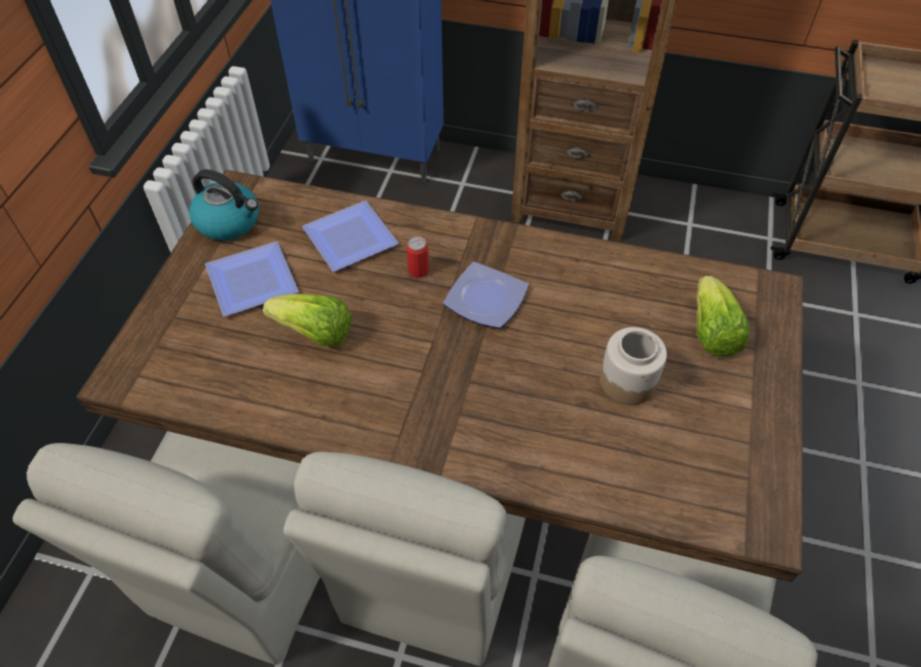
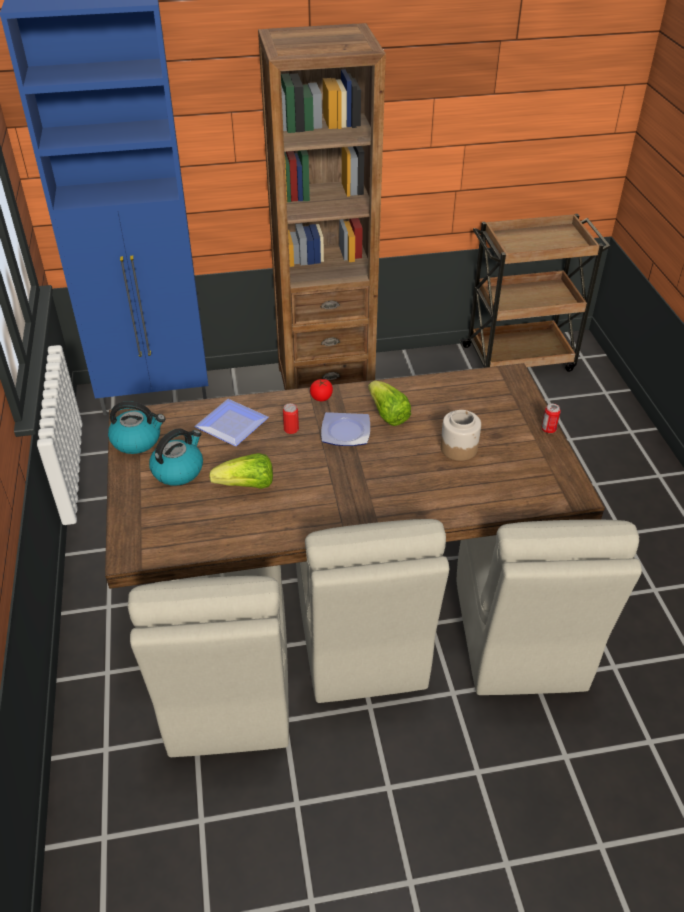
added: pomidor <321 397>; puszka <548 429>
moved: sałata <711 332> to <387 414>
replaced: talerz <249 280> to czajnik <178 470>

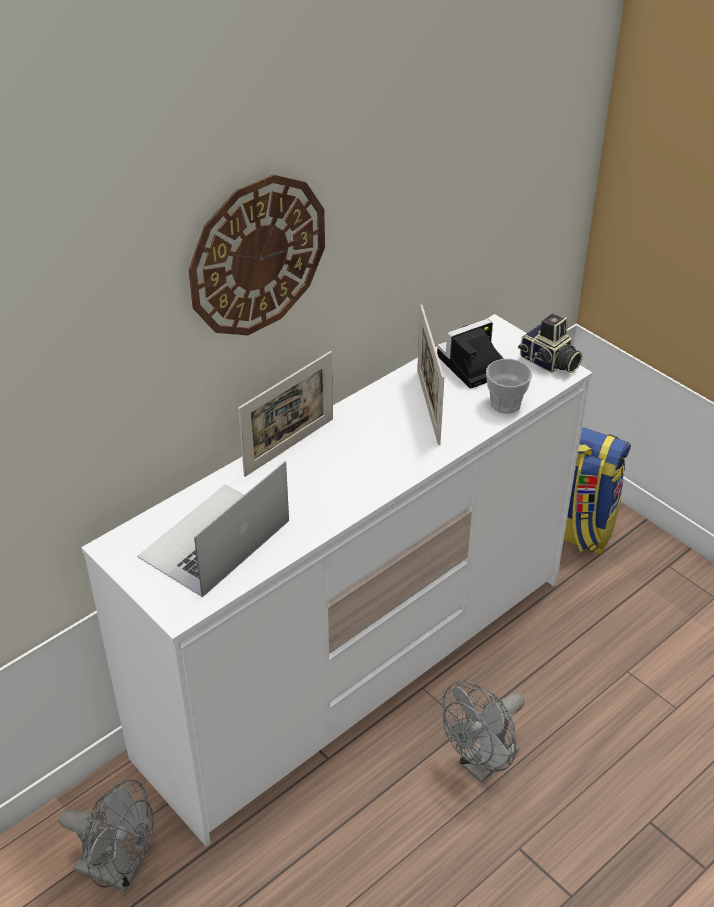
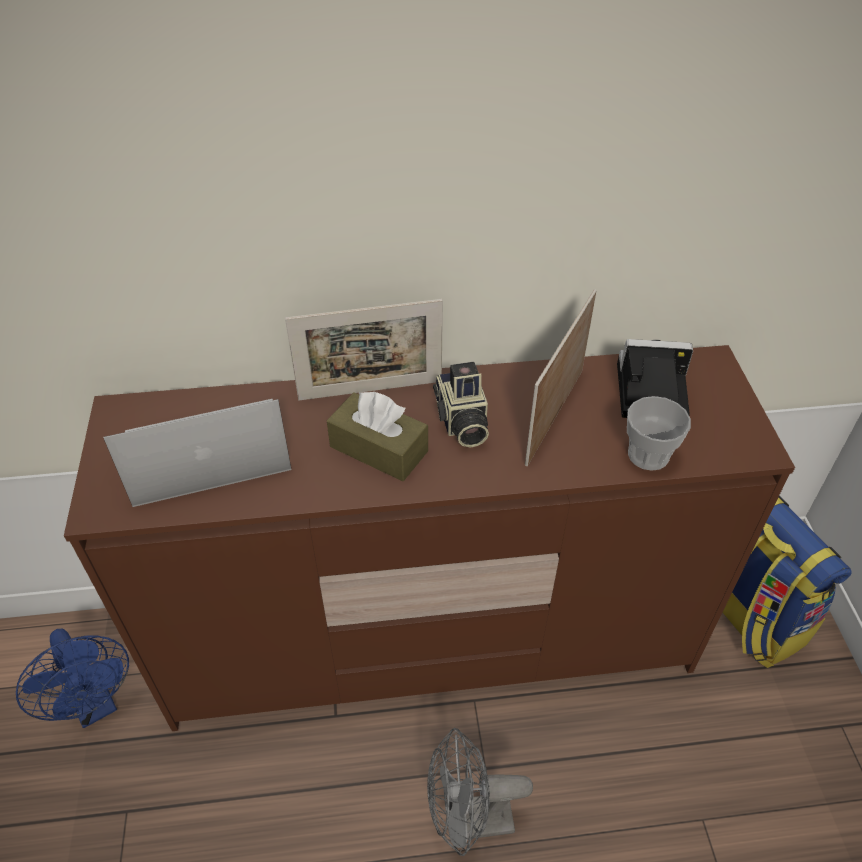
removed: zegar ścienny <257 256>
added: pudełko chusteczek/brązowy <378 449>
moved: aparat fotograficzny <549 363> to <461 422>
recoloured: wentylator/szary <118 870> to wentylator/niebieski <96 705>; komoda/biały <358 666> to komoda/brązowy <432 641>

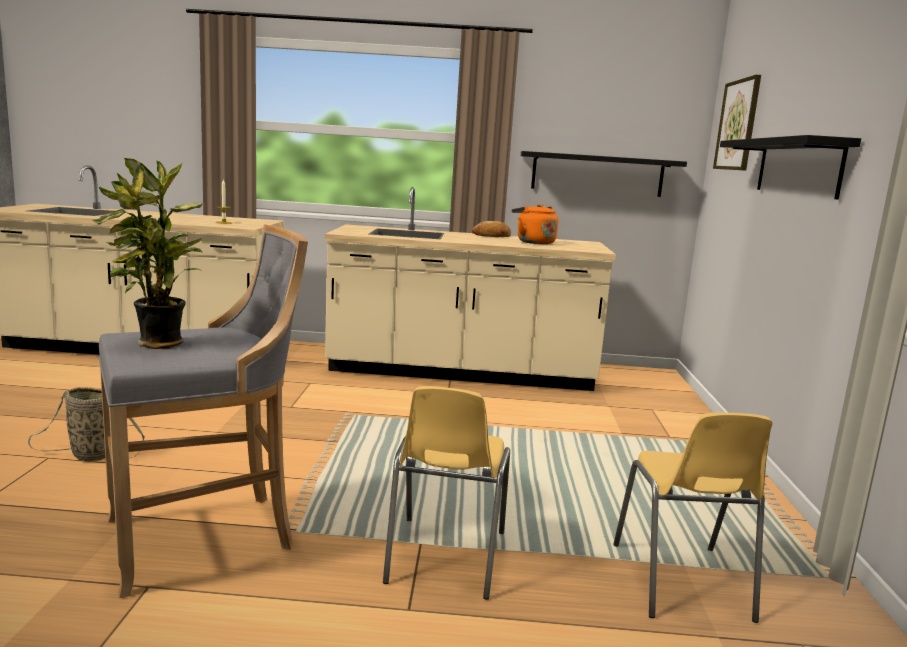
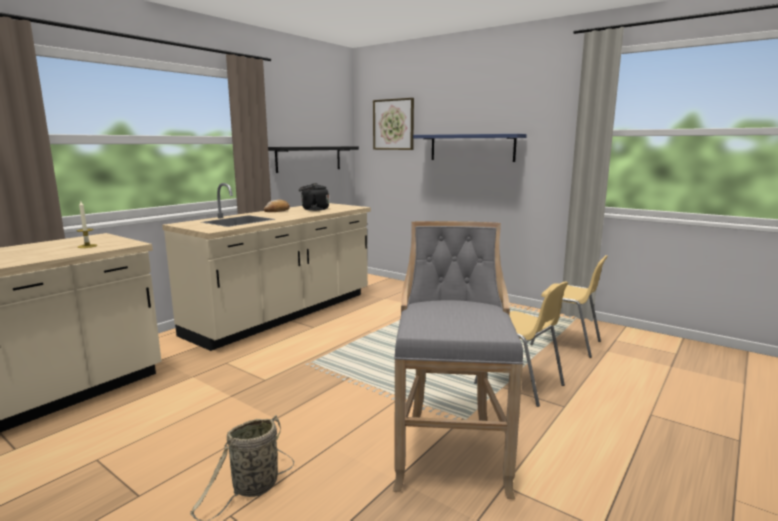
removed: roślina doniczkowa <158 344>
recoloured: czajnik/pomarańczowy <533 242> to czajnik/czarny <313 209>; półka/czarny <798 167> to półka/niebieski <471 147>

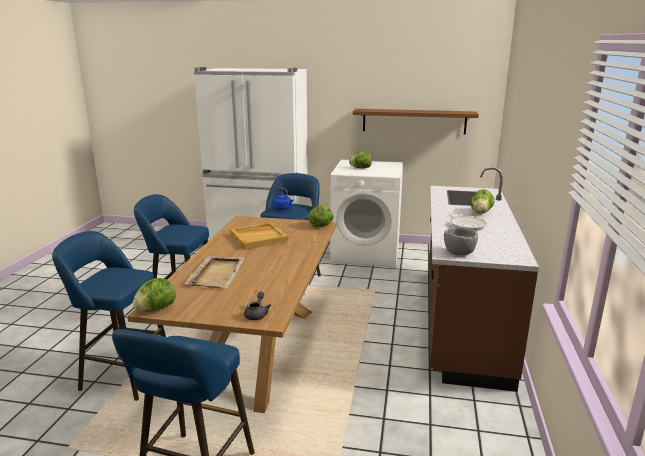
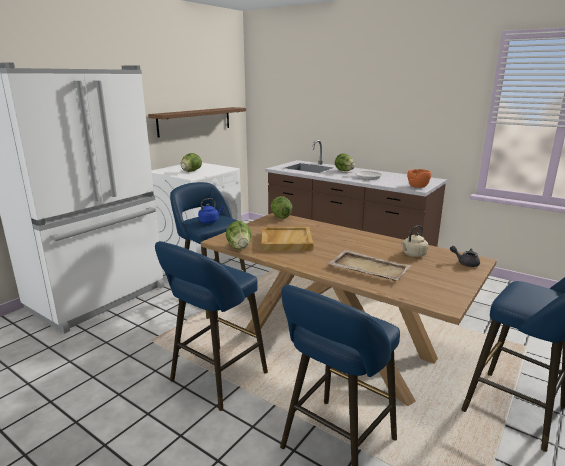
added: czajnik/beżowy <413 254>
moved: sałata <156 309> to <239 247>
recoloured: miska/szary <460 252> to miska/pomarańczowy <418 186>

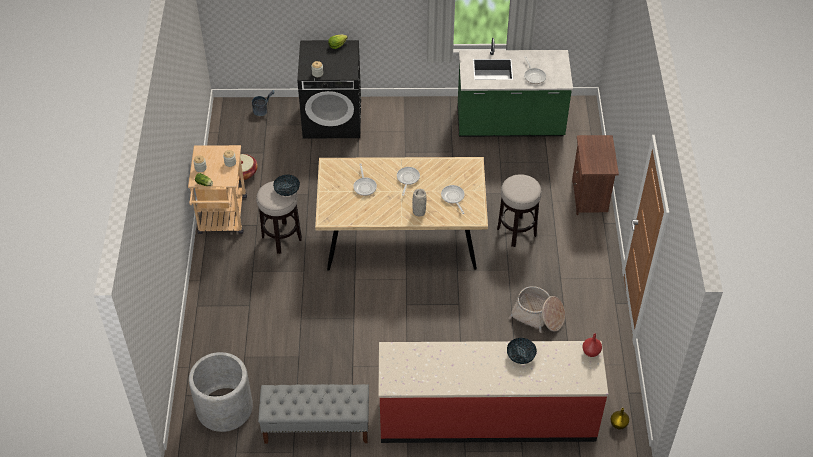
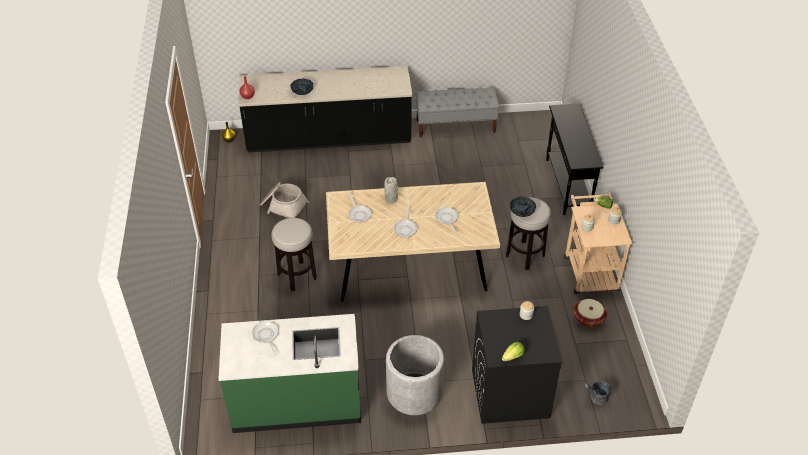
removed: szafka nocna/brązowy <590 197>
added: stolik konsolowy/czarny <567 186>
moved: donica/szary <225 408> to <414 392>
recoloured: zabudowa kuchenna/czerwony <487 416> to zabudowa kuchenna/czarny <329 139>

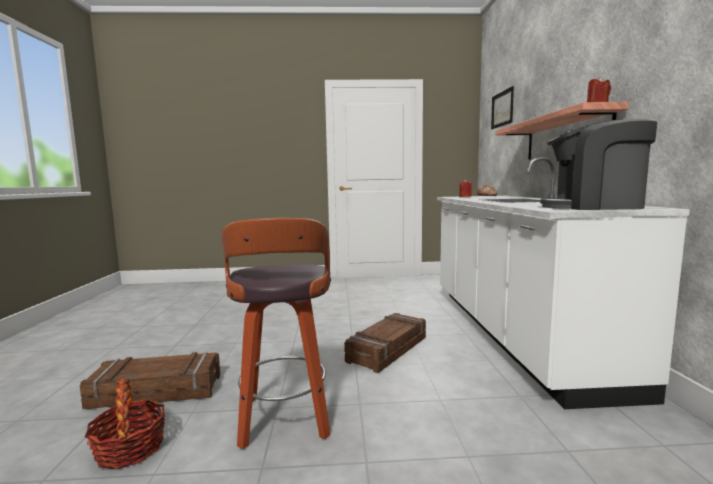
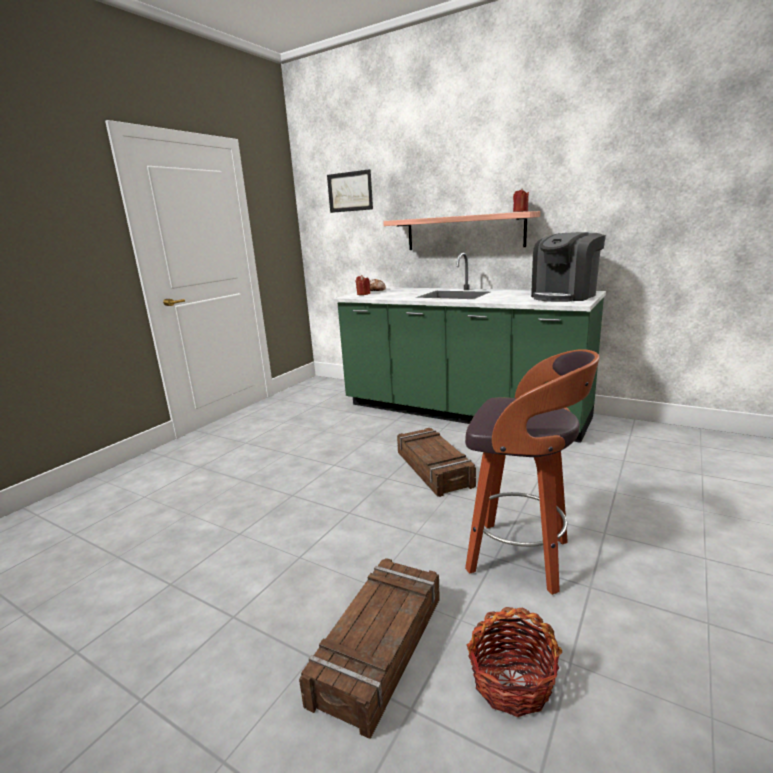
recoloured: zabudowa kuchenna/biały <513 332> to zabudowa kuchenna/zielony <461 412>

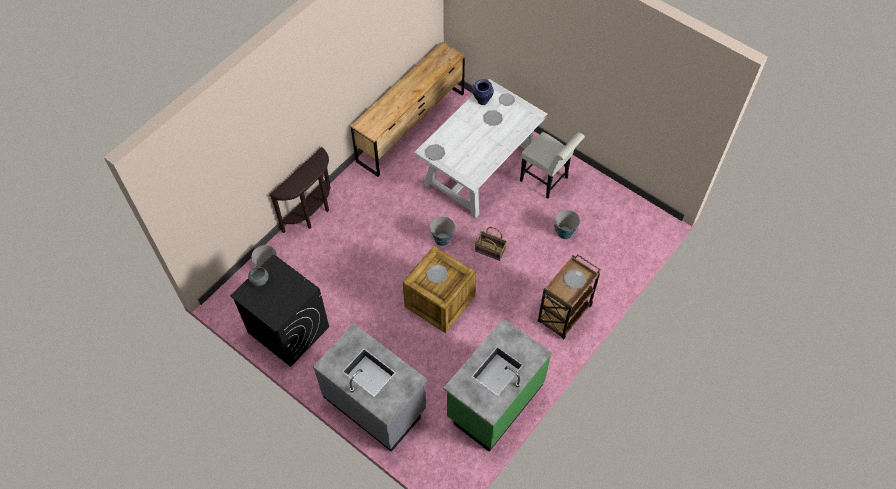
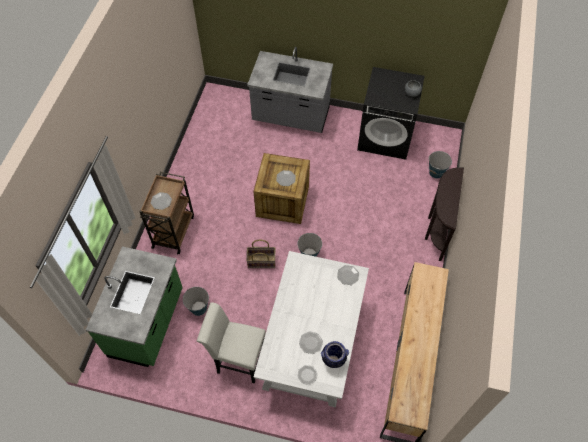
moved: zabudowa kuchenna/zielony <494 400> to <147 323>

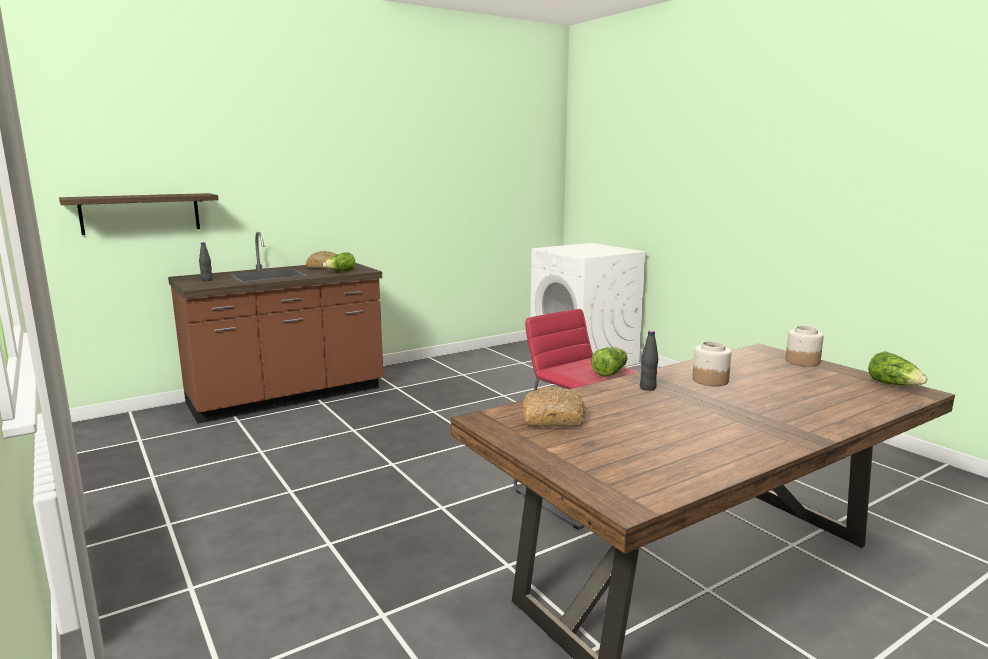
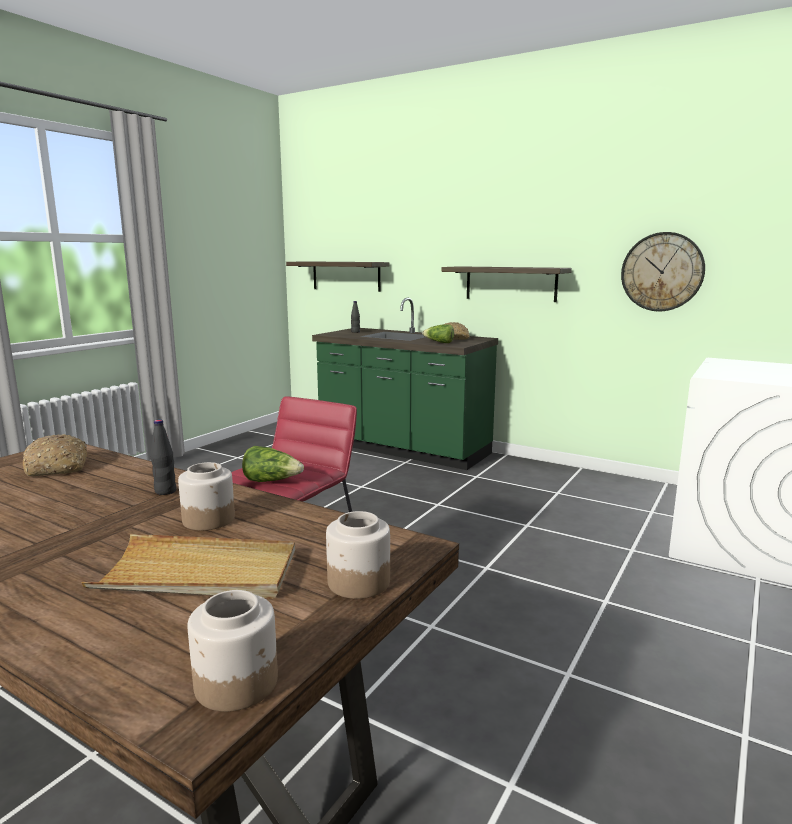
added: taca/beżowy <199 574>; półka <510 283>; zegar ścienny <662 272>
replaced: sałata <894 385> to słoik <237 683>
recoloured: zabudowa kuchenna/brązowy <287 397> to zabudowa kuchenna/zielony <403 449>

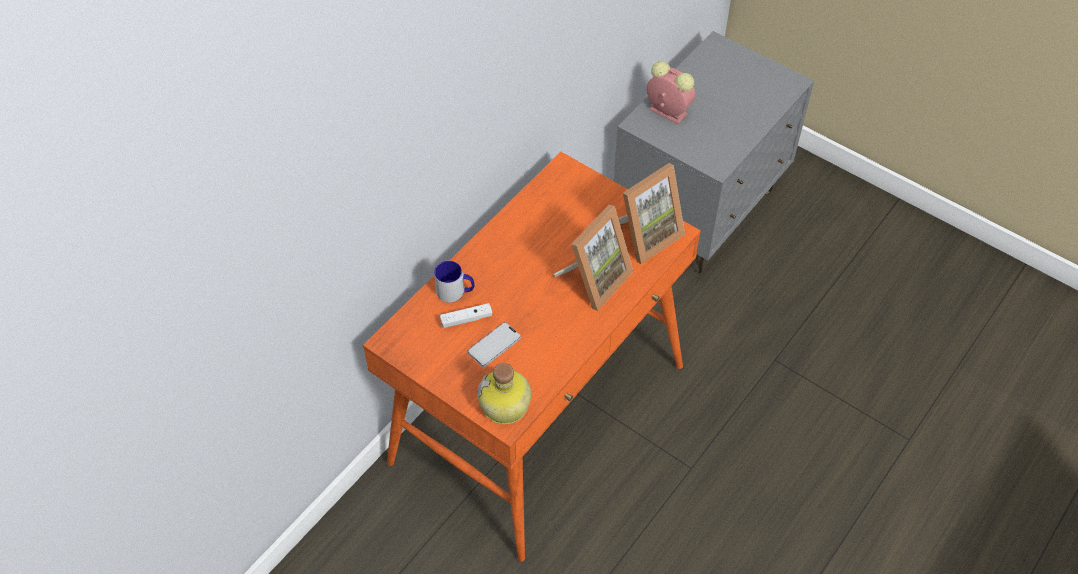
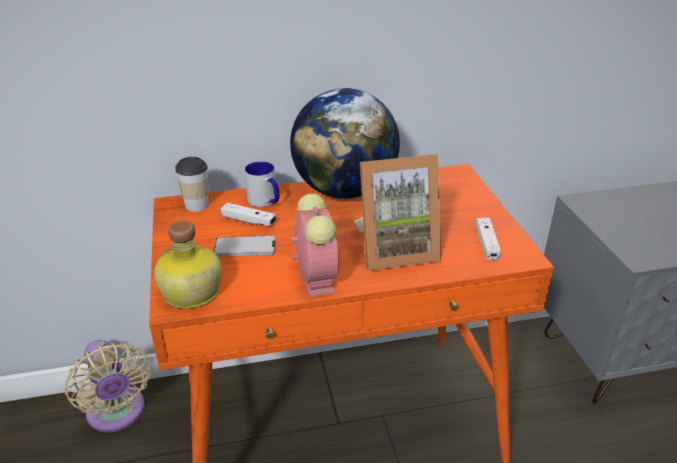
added: wentylator/beżowy <117 414>; filiżanka <197 205>; globus <345 191>
moved: budzik <666 111> to <315 277>
replaced: ramka na zdjęcie <645 235> to pad do gier/biały <487 243>

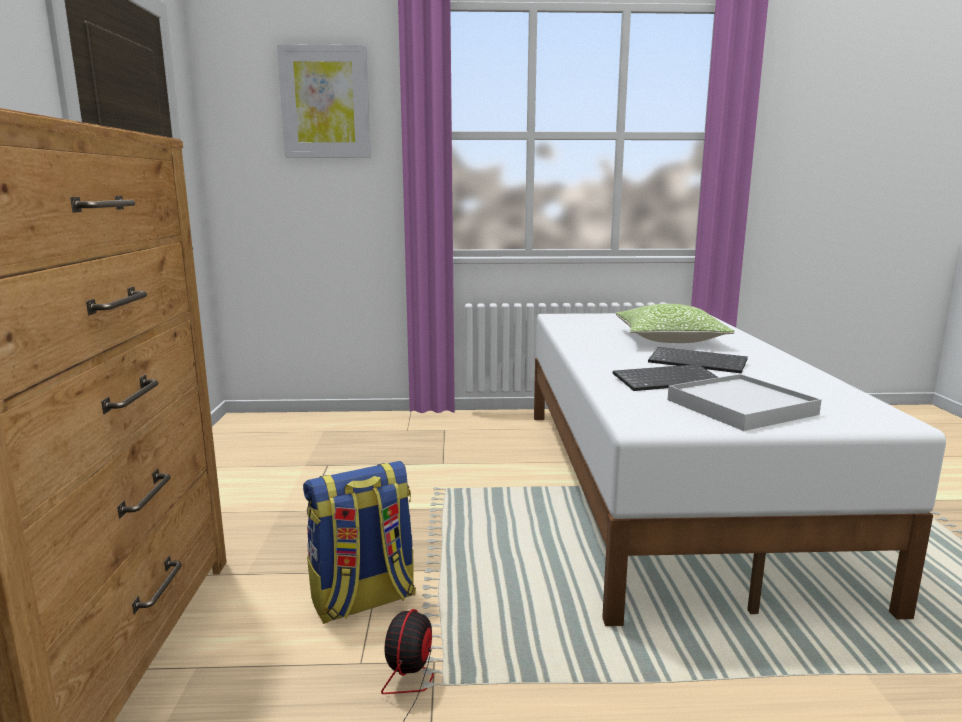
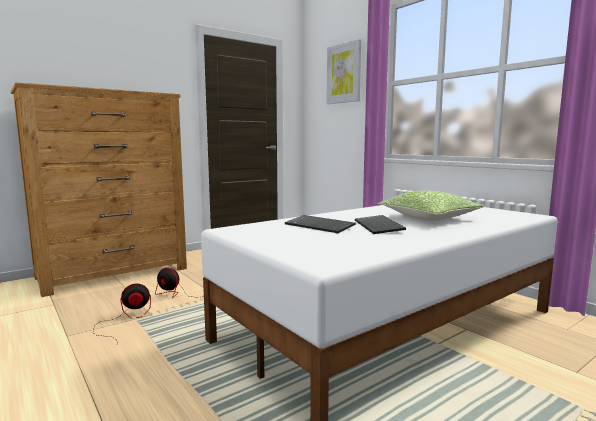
removed: taca/biały <740 407>
replaced: plecak <363 600> to wentylator <181 293>

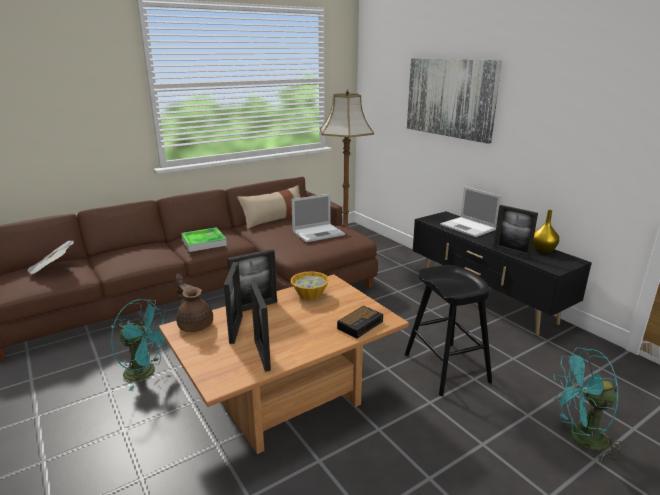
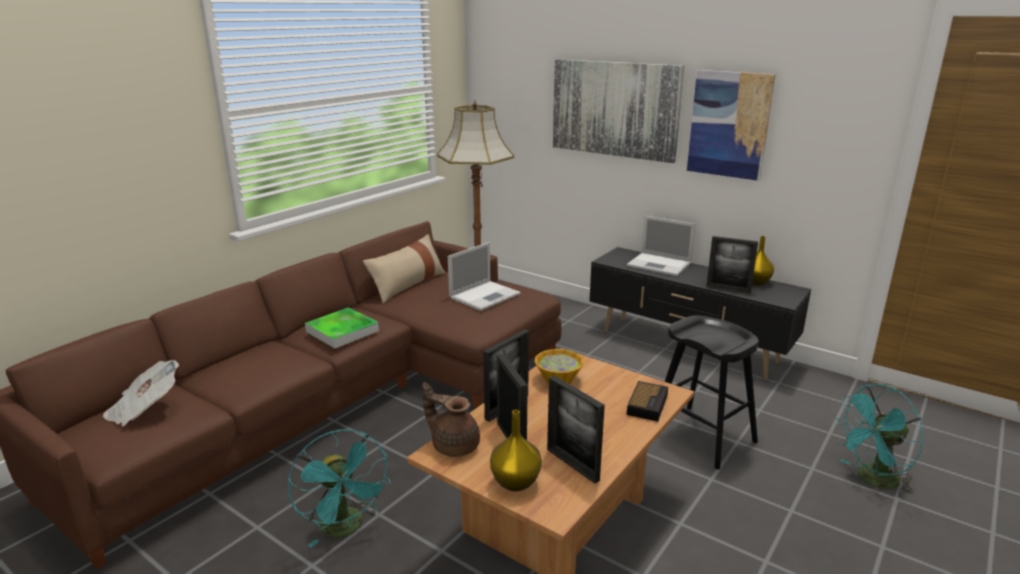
added: wazon/żółty <514 482>; obraz <729 124>
turned: wentylator/turkusowy <146 373> = <346 529> 60 degrees clockwise

